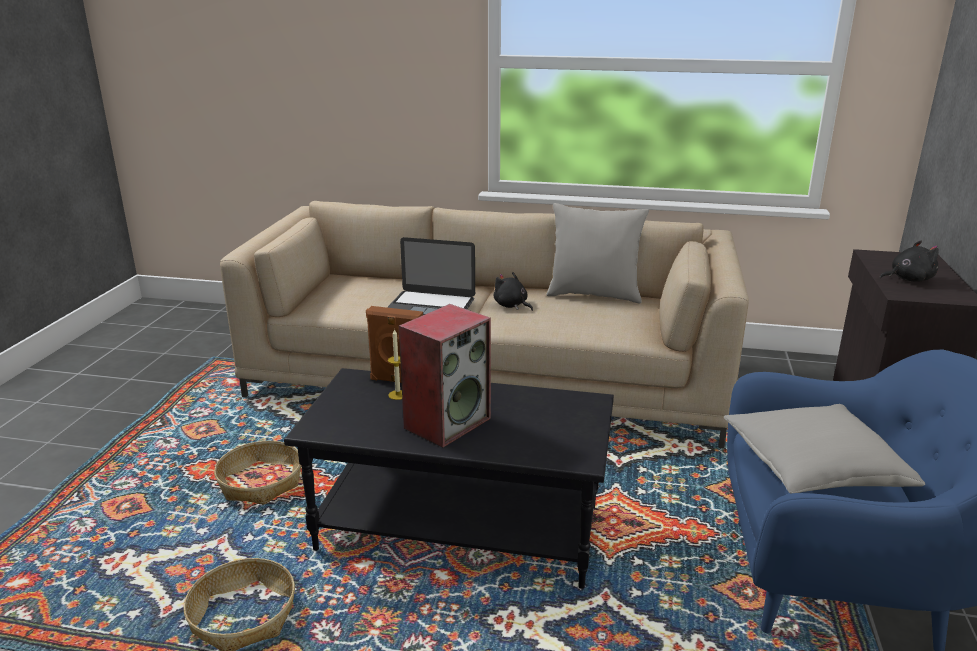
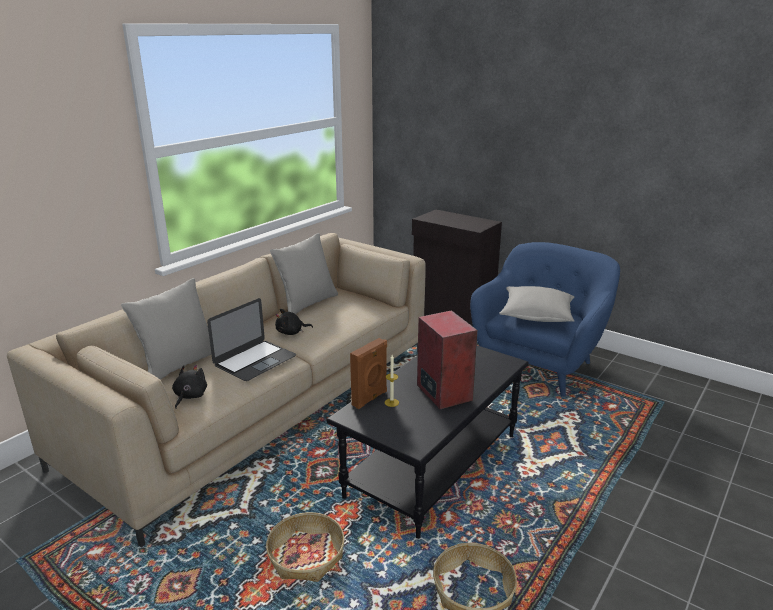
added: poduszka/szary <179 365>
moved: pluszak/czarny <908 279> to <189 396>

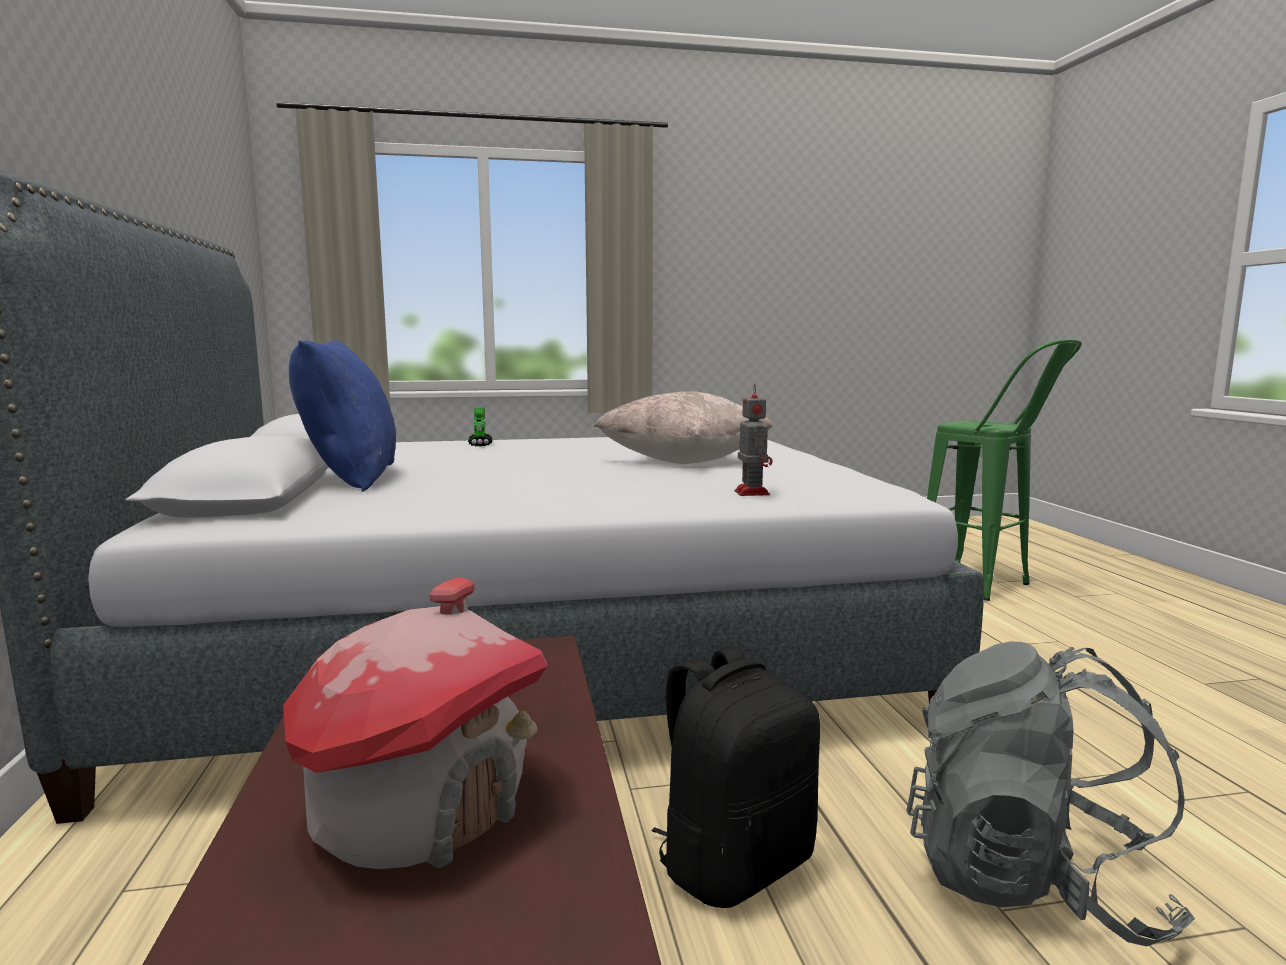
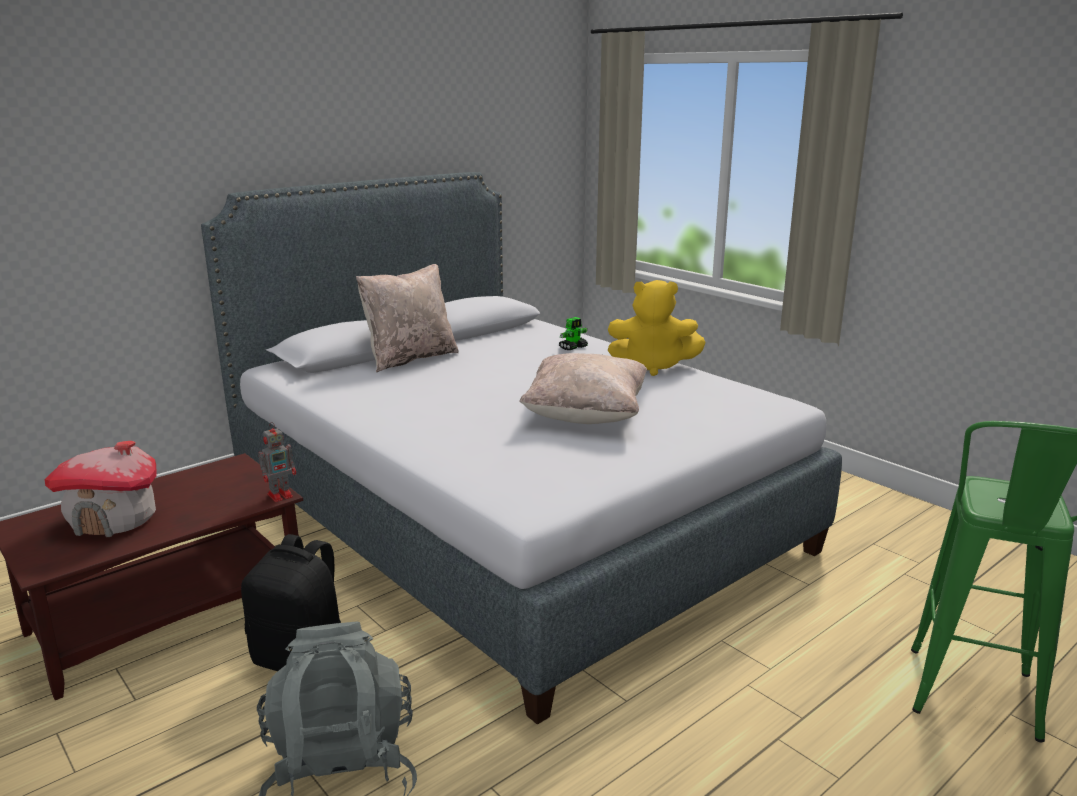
added: pluszak/żółty <652 367>
moved: robot zabawkowy <751 492> to <281 495>
recoloured: poduszka/niebieski <351 478> to poduszka/beżowy <410 358>

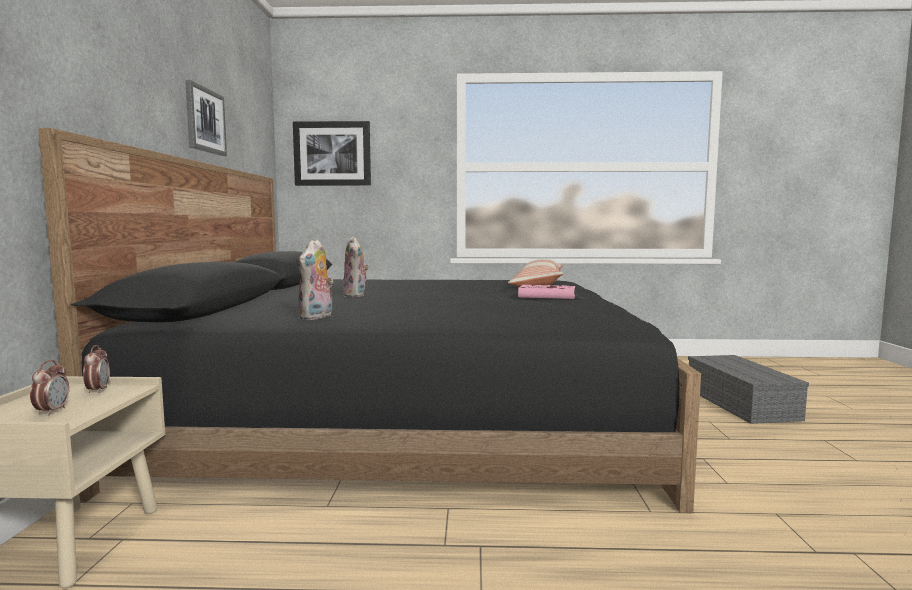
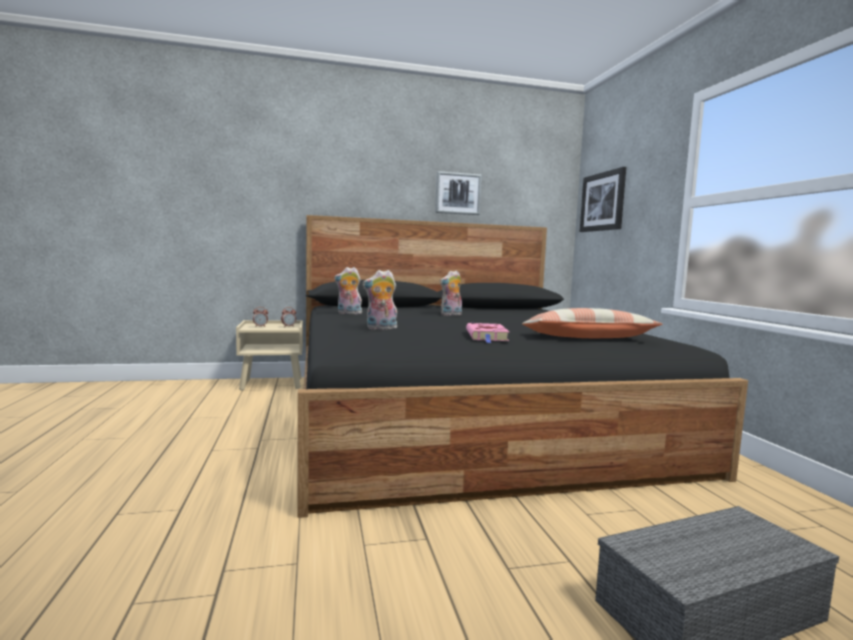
added: pluszak <380 329>

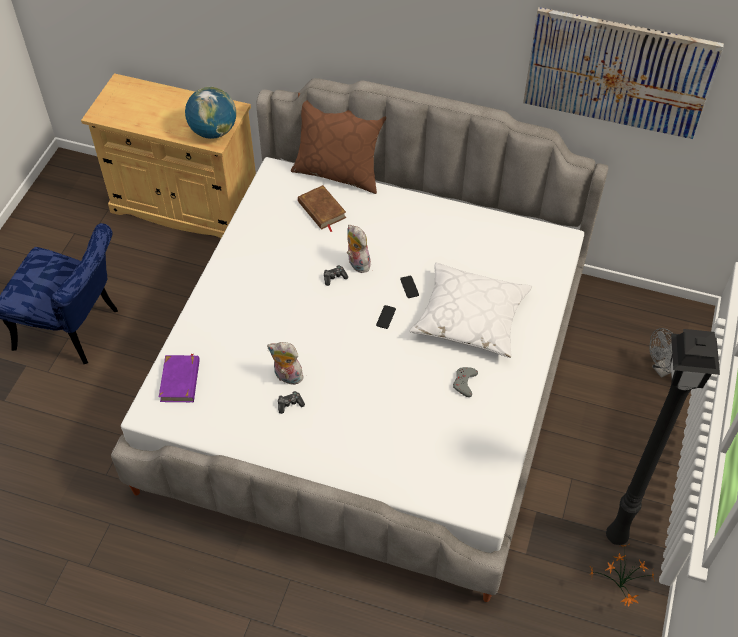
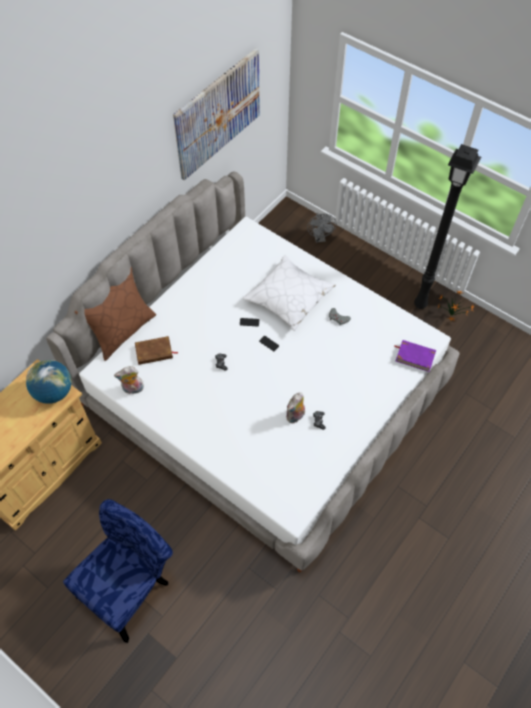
moved: książka/fioletowy <180 380> to <415 356>; pluszak <357 263> to <133 389>

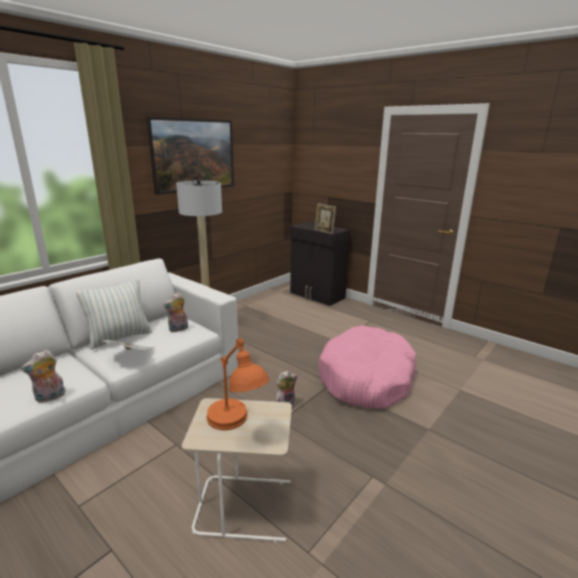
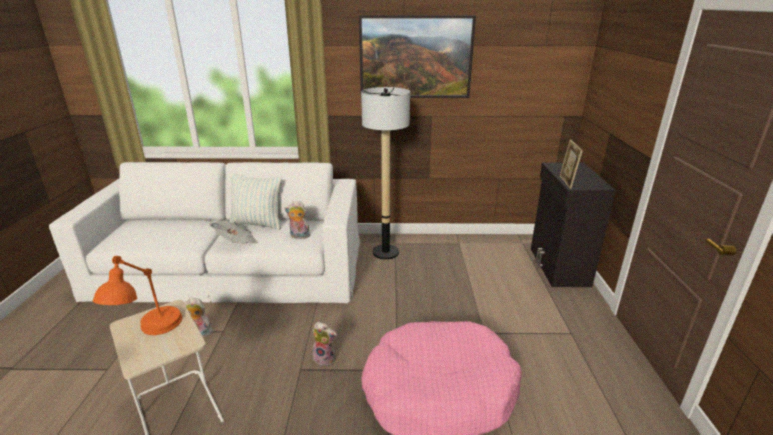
moved: pluszak <50 398> to <200 333>

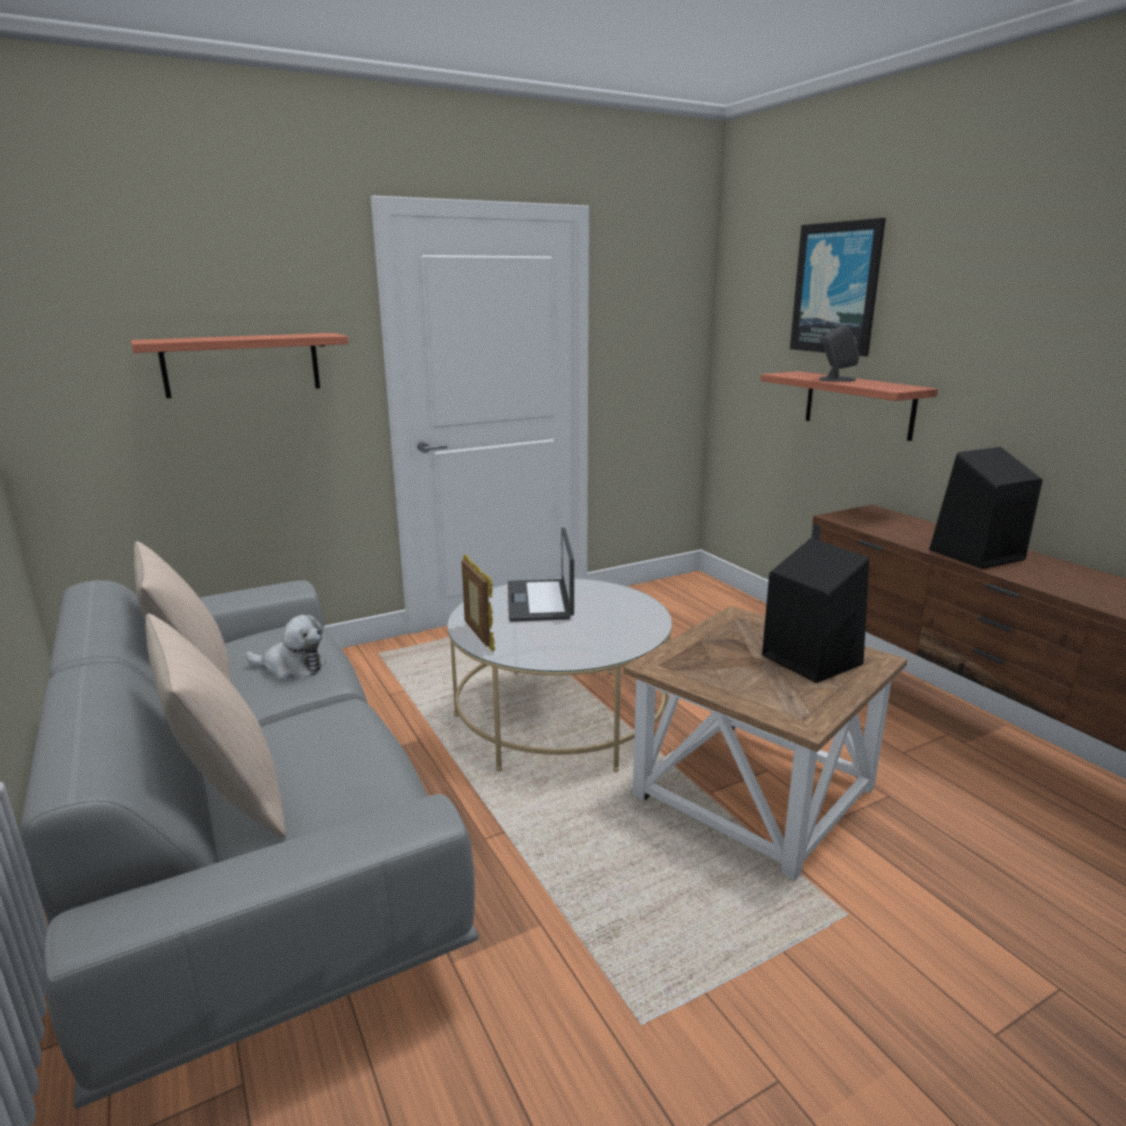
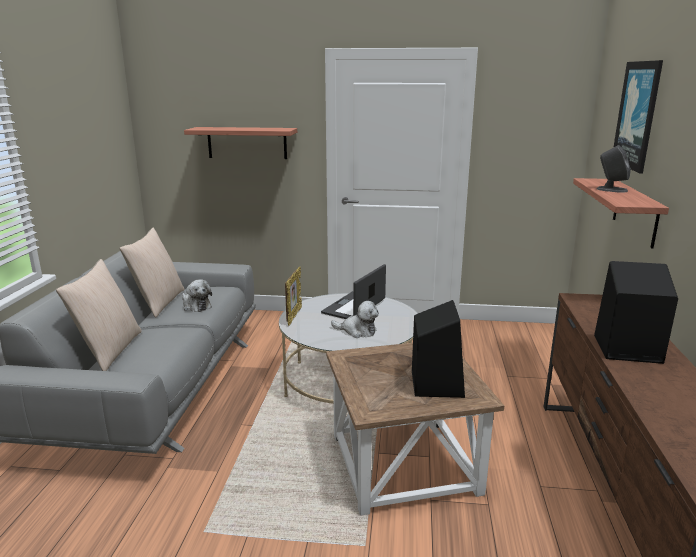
added: pluszak <357 331>

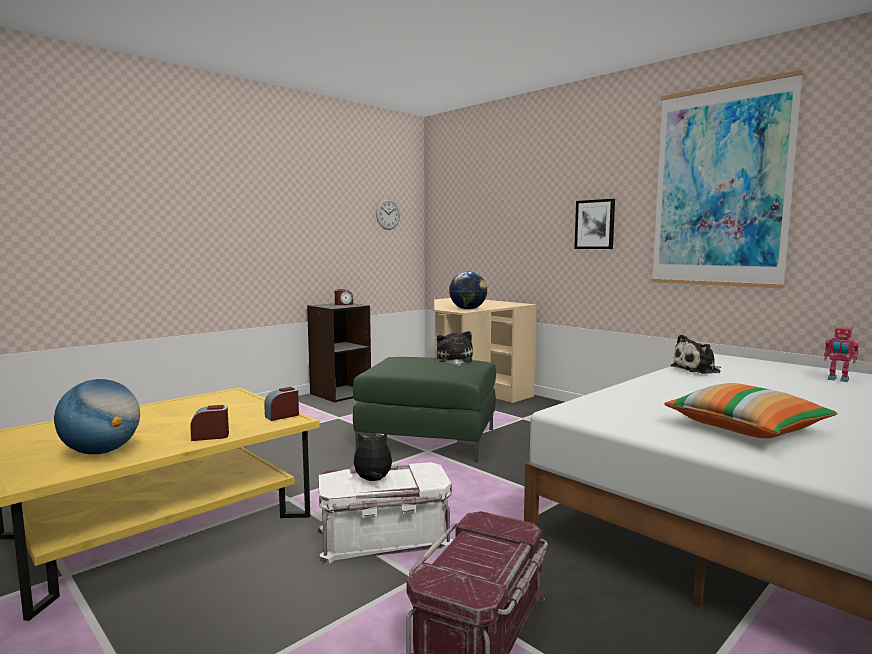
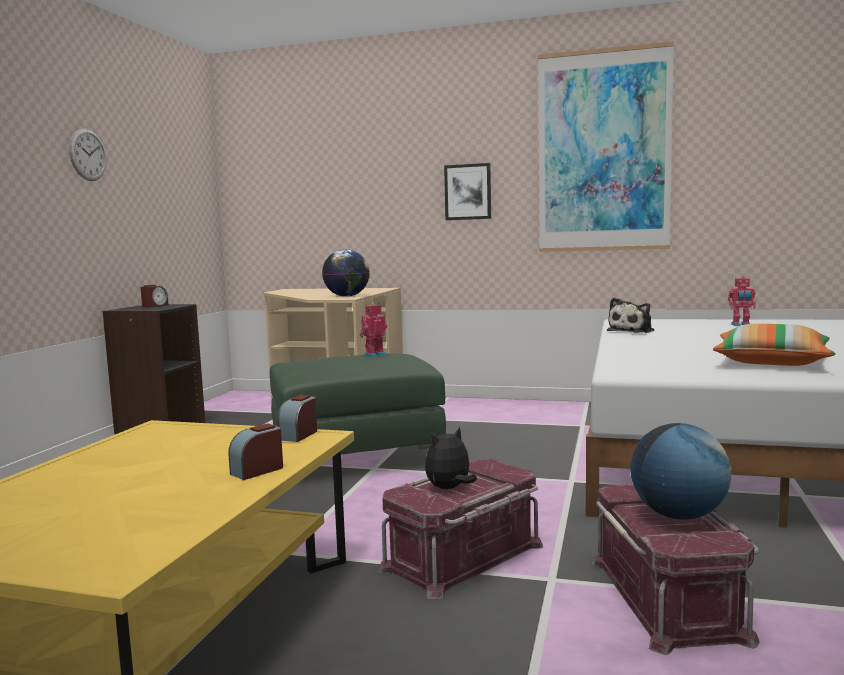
moved: globus <101 452> to <678 516>; zegar ścienny <388 214> to <88 155>
replaced: pluszak <454 360> to robot zabawkowy <374 355>
recoloured: pojemnik do przechowywania/biały <384 539> to pojemnik do przechowywania/czerwony <464 557>

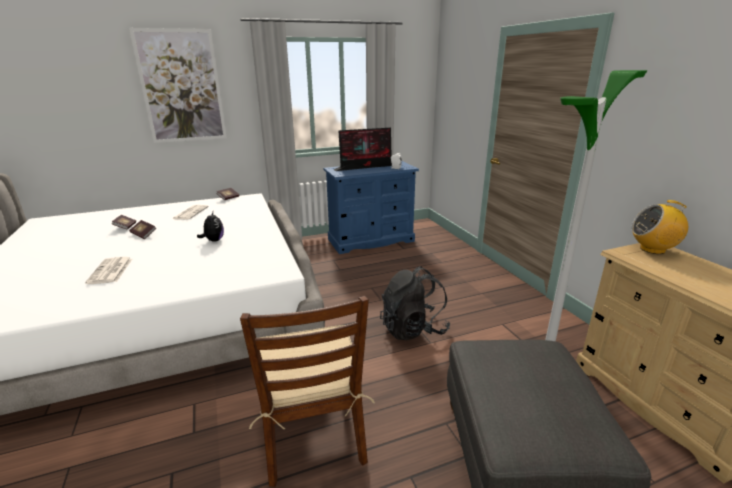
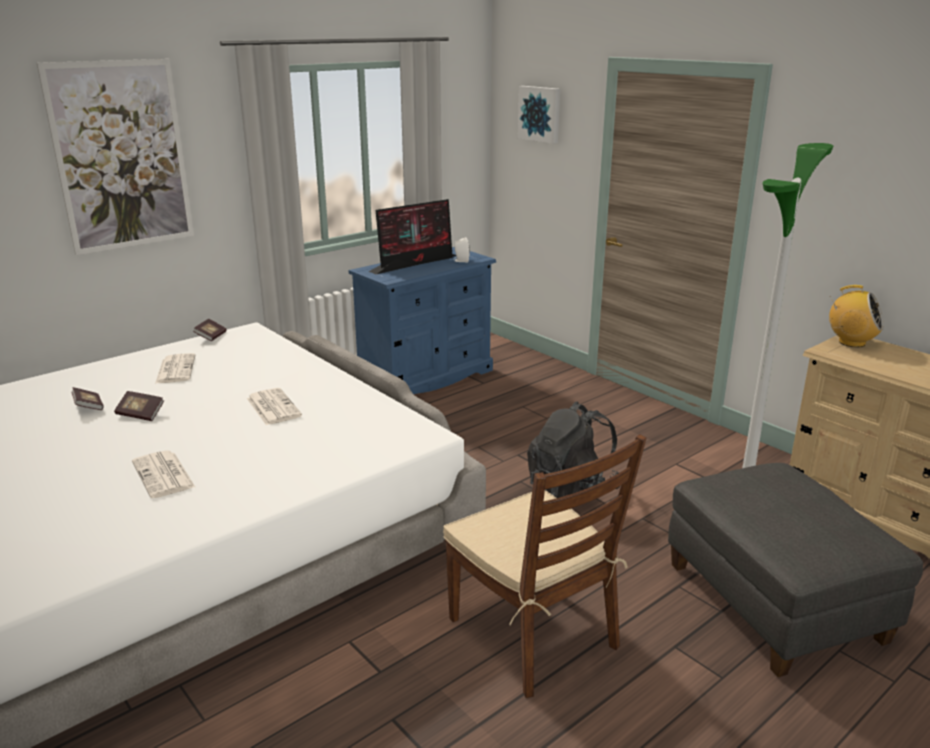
added: obraz <540 114>
replaced: pluszak <214 240> to gazeta <272 407>
turned: radio <652 249> = <851 342> 135 degrees counterclockwise

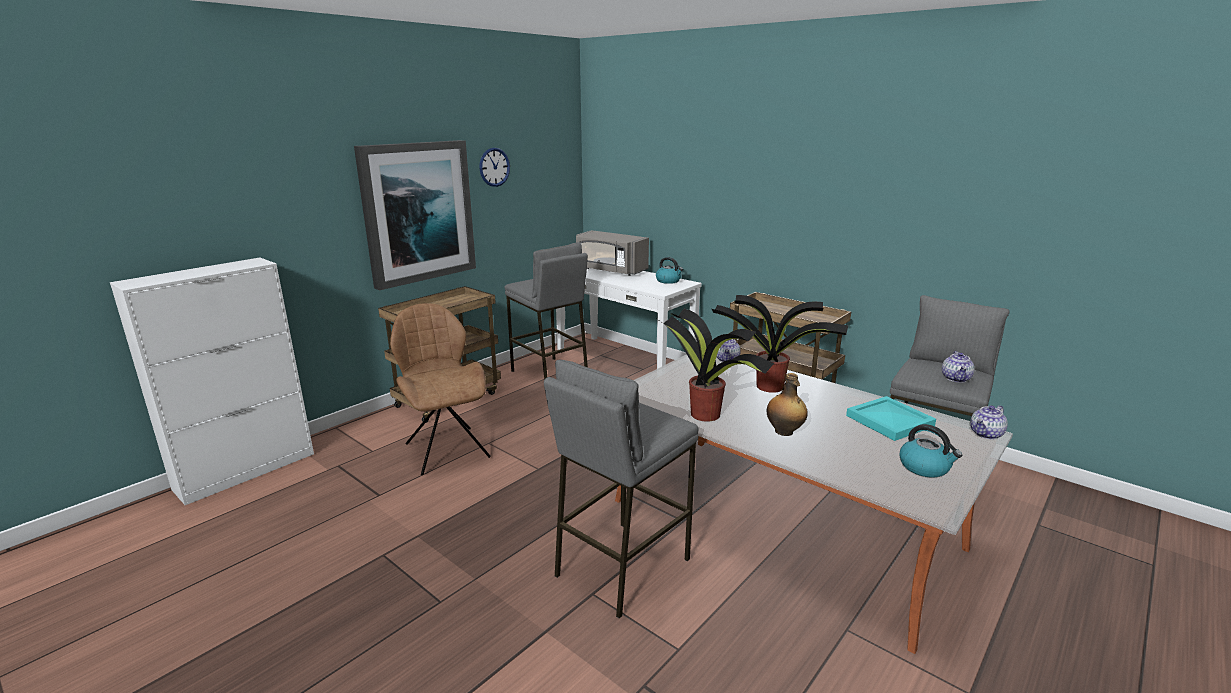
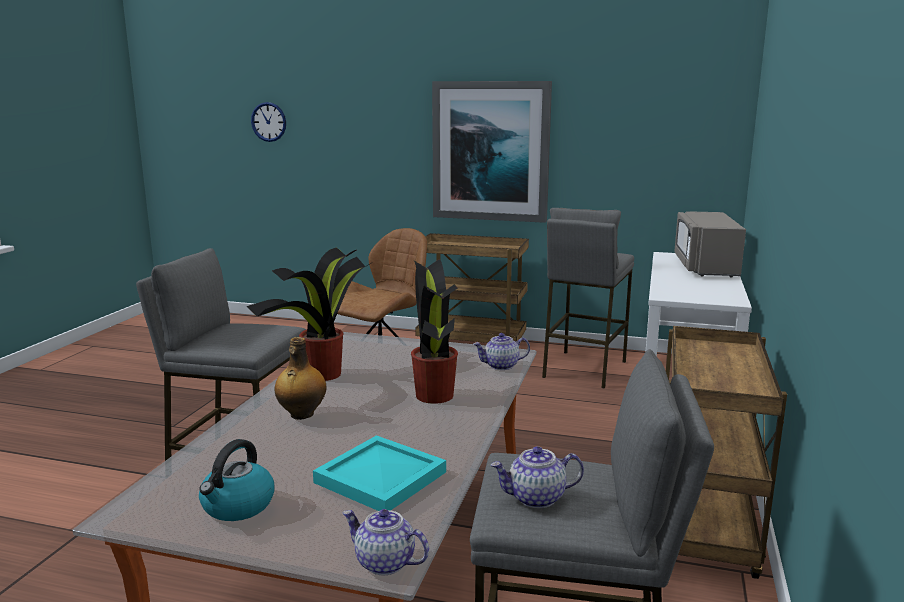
removed: szafka/biały <247 471>; czajnik <668 281>
moved: zegar ścienny <494 167> to <268 122>

